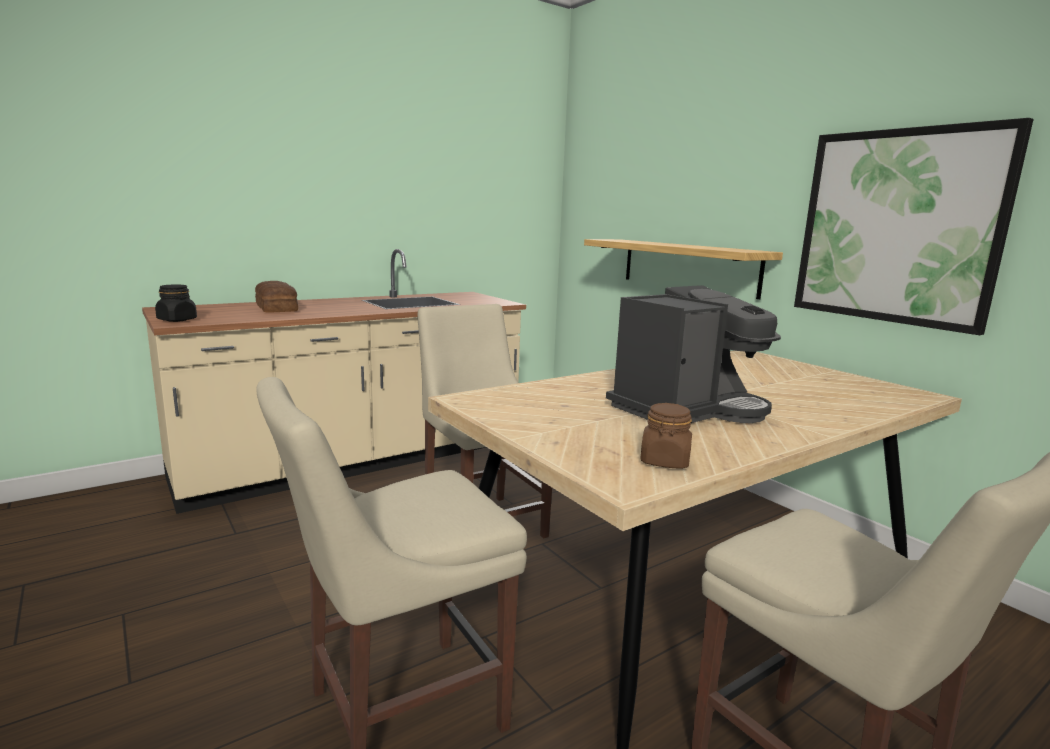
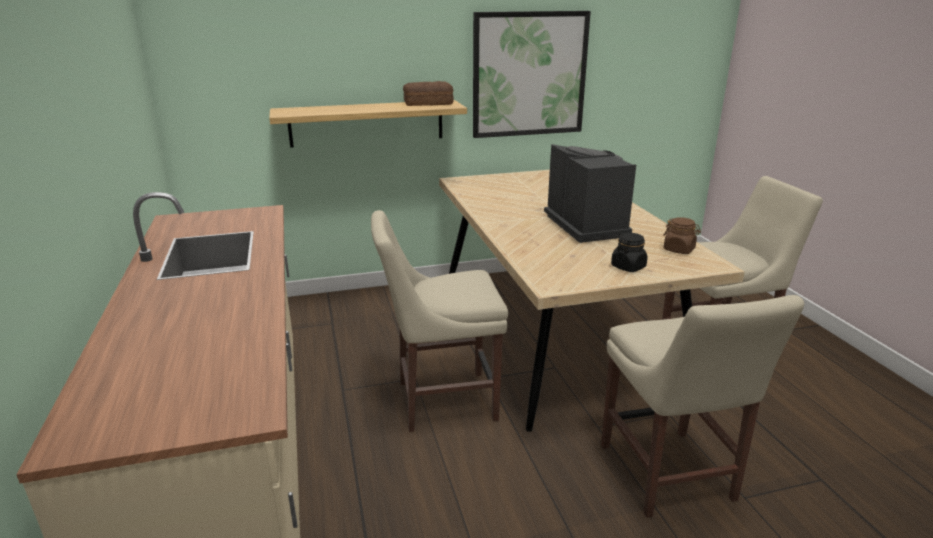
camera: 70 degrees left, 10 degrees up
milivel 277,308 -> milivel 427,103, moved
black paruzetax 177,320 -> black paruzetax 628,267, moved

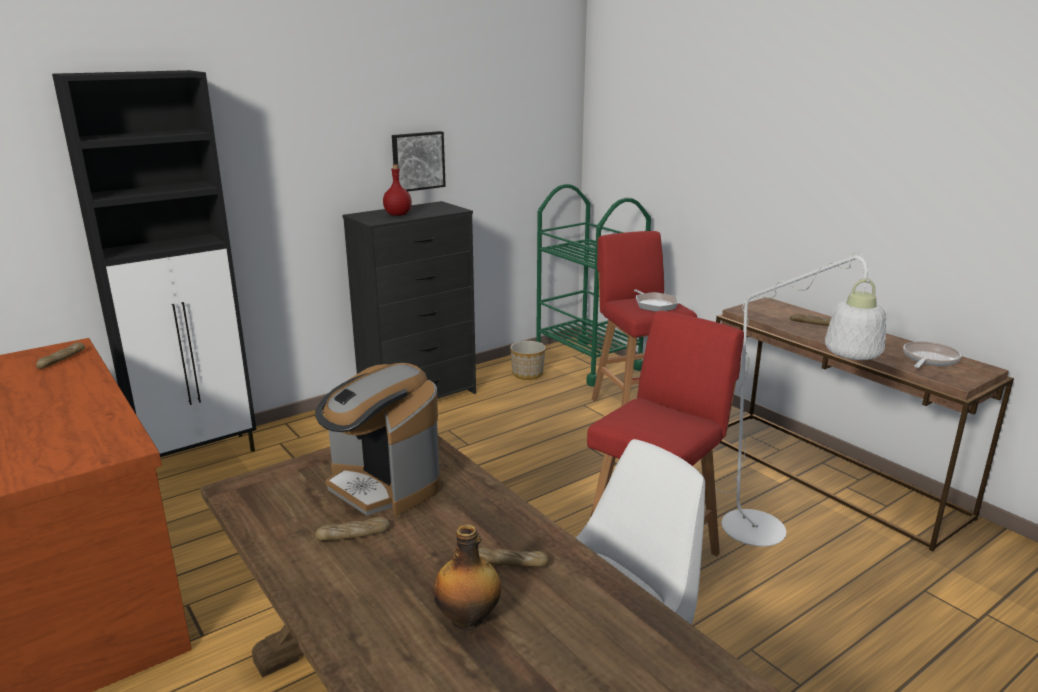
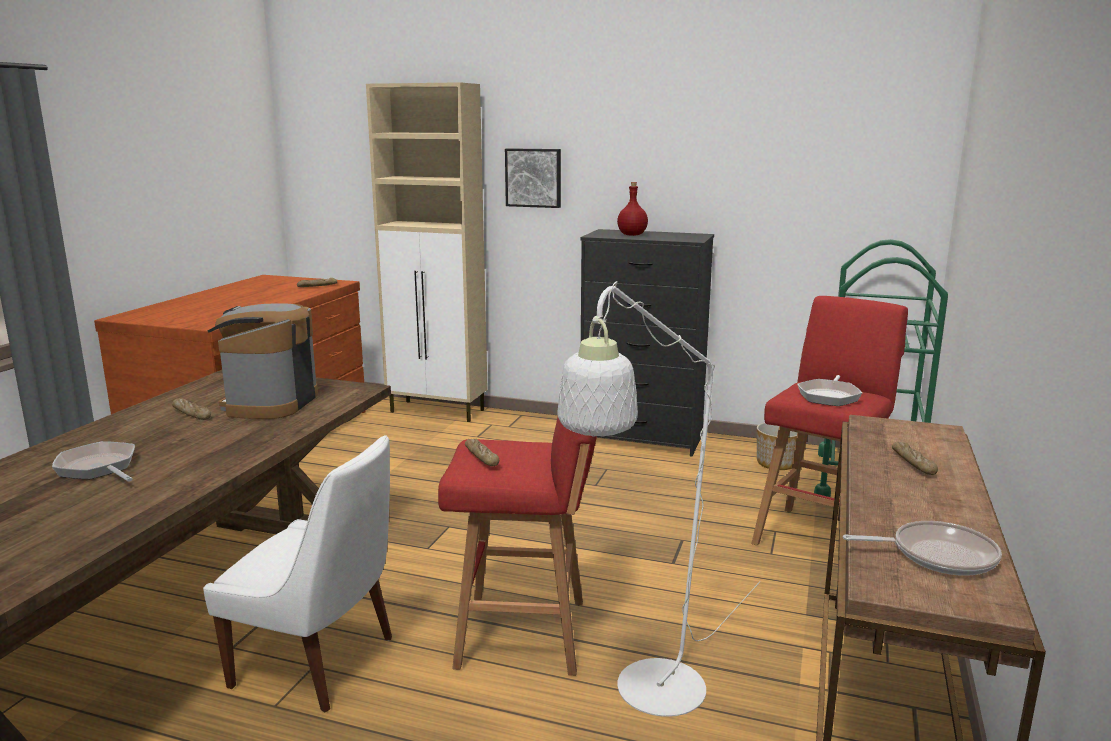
camera: 55 degrees right, 5 degrees down
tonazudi 468,619 -> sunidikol 99,468
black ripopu 199,457 -> beige ripopu 438,411
milivel 509,564 -> milivel 481,458, moved
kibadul 417,161 -> kibadul 534,177, moved

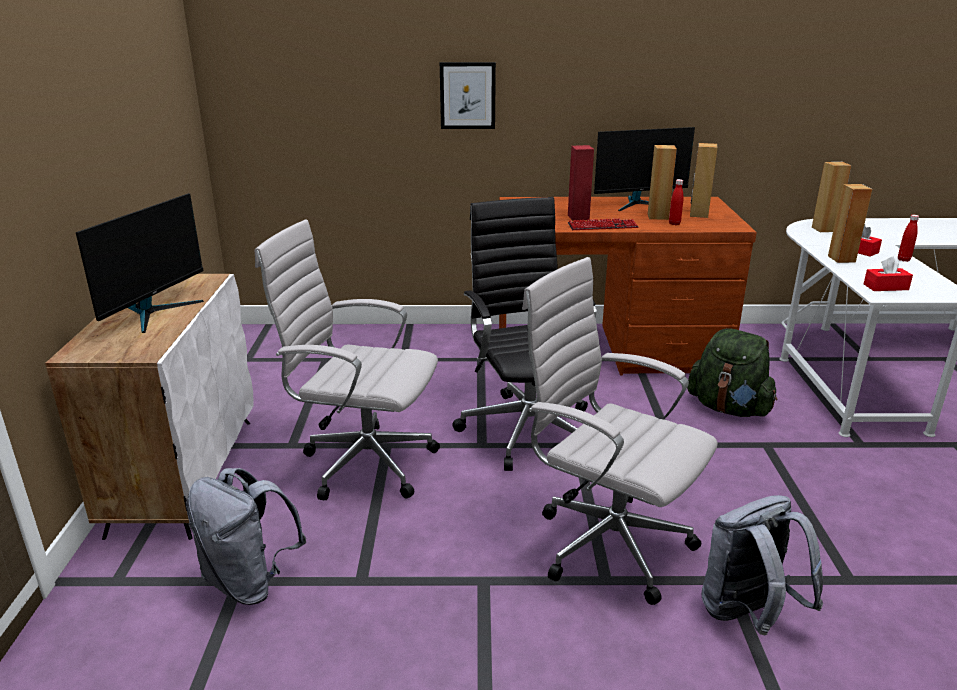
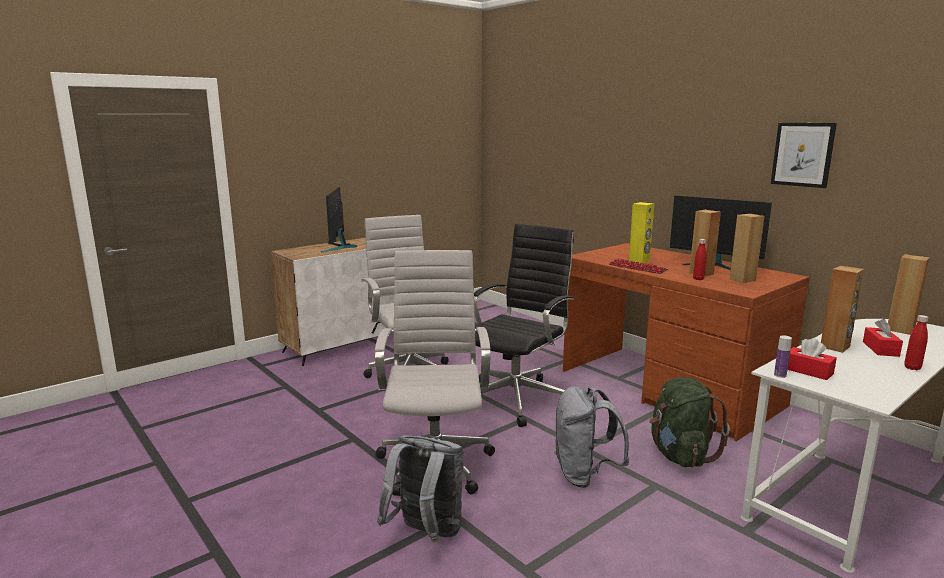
camera: 50 degrees right, 10 degrees down
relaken 155,312 -> relaken 338,247, 105 degrees clockwise
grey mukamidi 250,582 -> grey mukamidi 584,475, moved
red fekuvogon 578,217 -> yellow fekuvogon 639,261
kibadul 467,95 -> kibadul 802,154, moved
none -> tonazudi 780,375

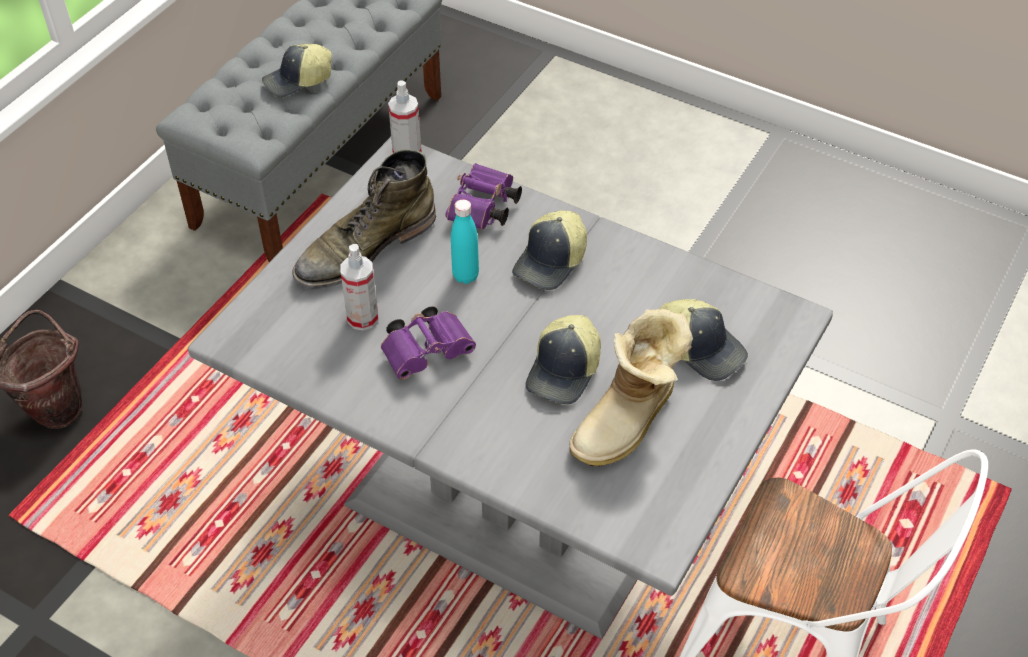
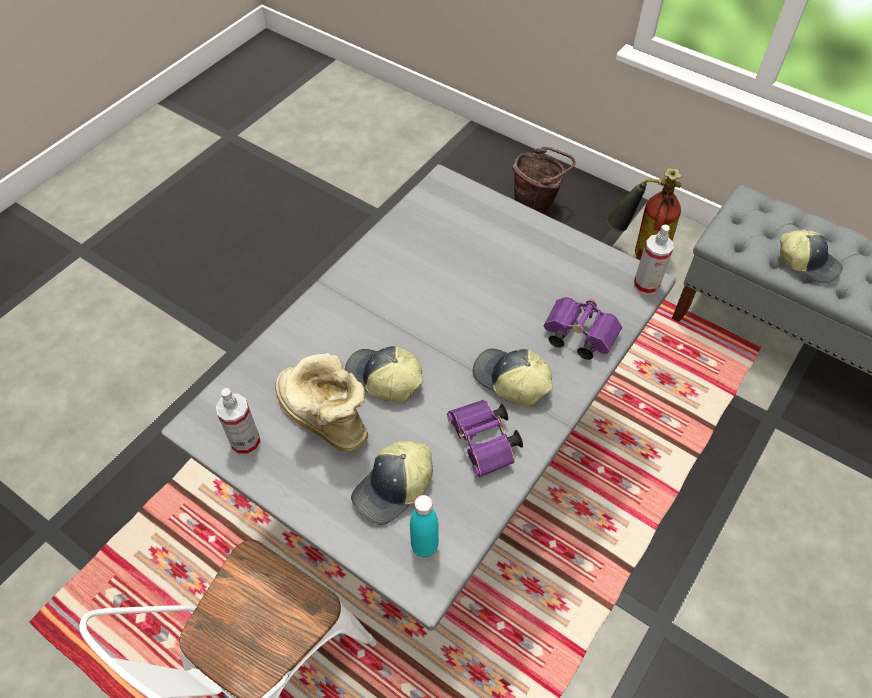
camera: 95 degrees right, 5 degrees up
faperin 363,318 -> faperin 246,442, moved
turquoise tonazudi 465,276 -> turquoise tonazudi 424,546, moved
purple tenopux 429,352 -> purple tenopux 484,444, moved
none -> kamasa 635,254
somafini 298,81 -> somafini 807,262, 150 degrees clockwise
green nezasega 365,248 -> none

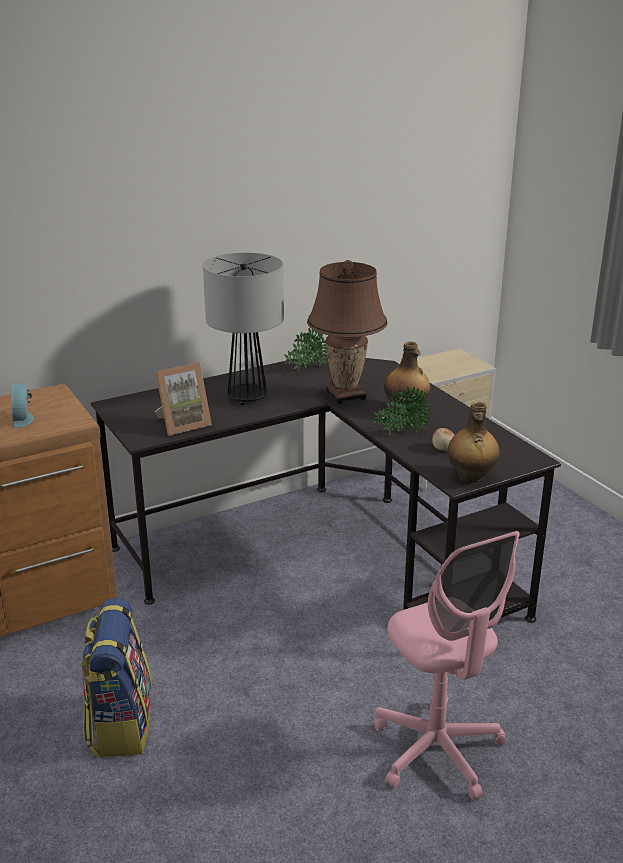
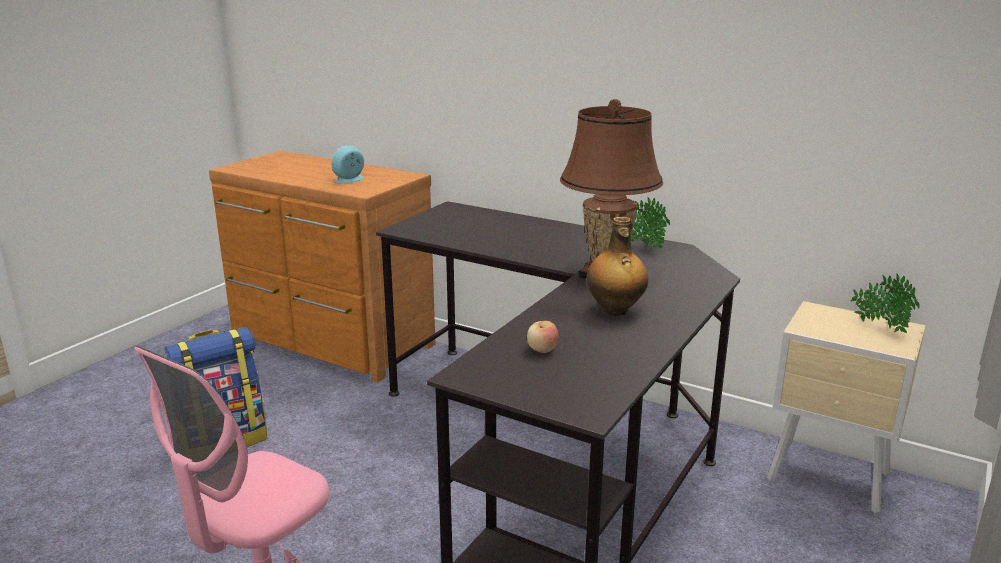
camera: 60 degrees right, 5 degrees down
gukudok 401,432 -> gukudok 880,326, moved
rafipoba 182,424 -> none
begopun 247,398 -> none
tonazudi 470,478 -> none

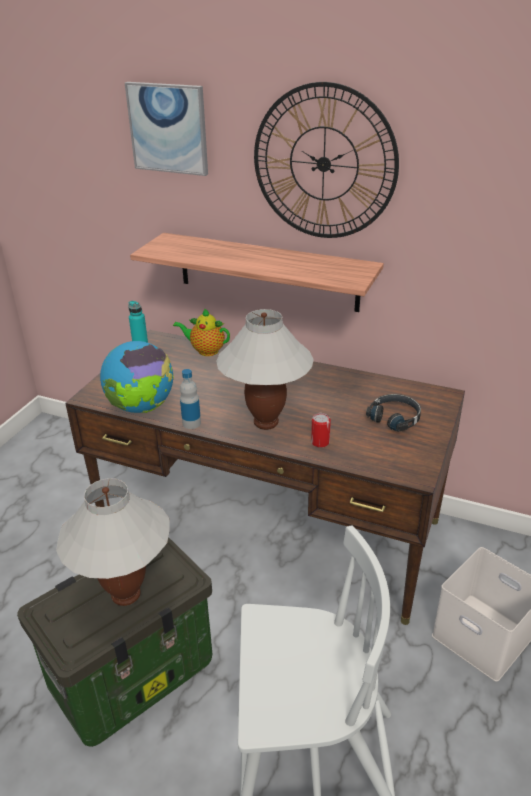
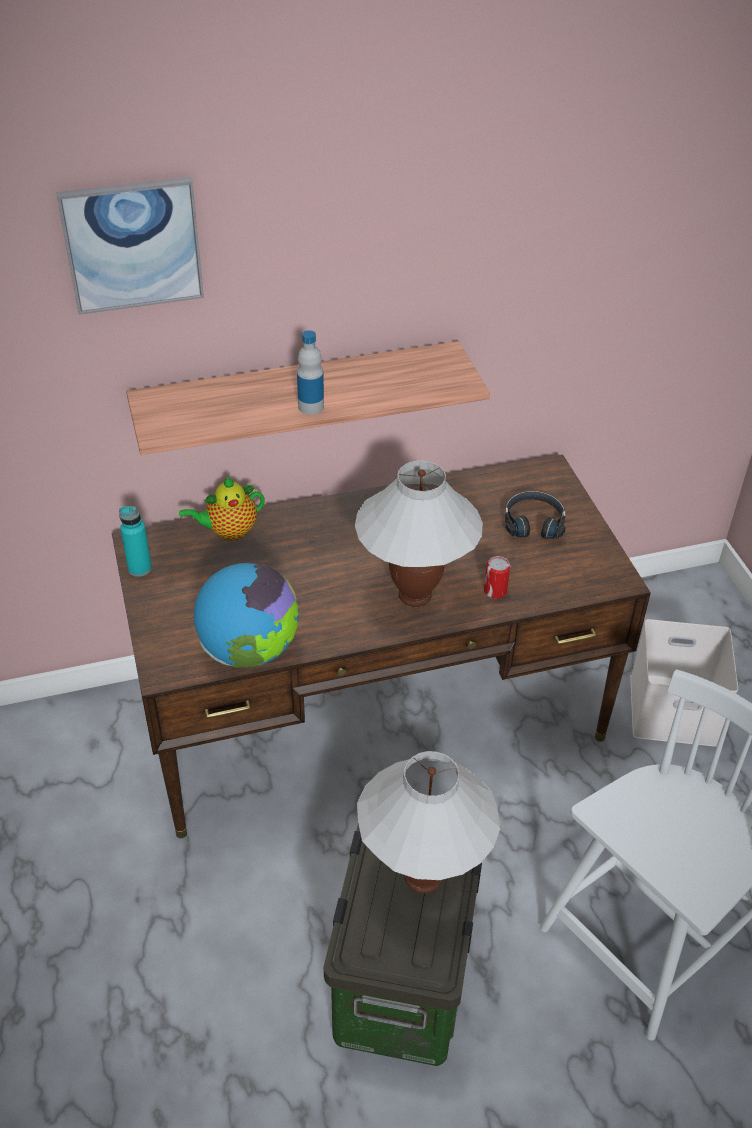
camera: 40 degrees left, 10 degrees up
tonazudi 191,423 -> tonazudi 311,406, moved
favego 324,164 -> none

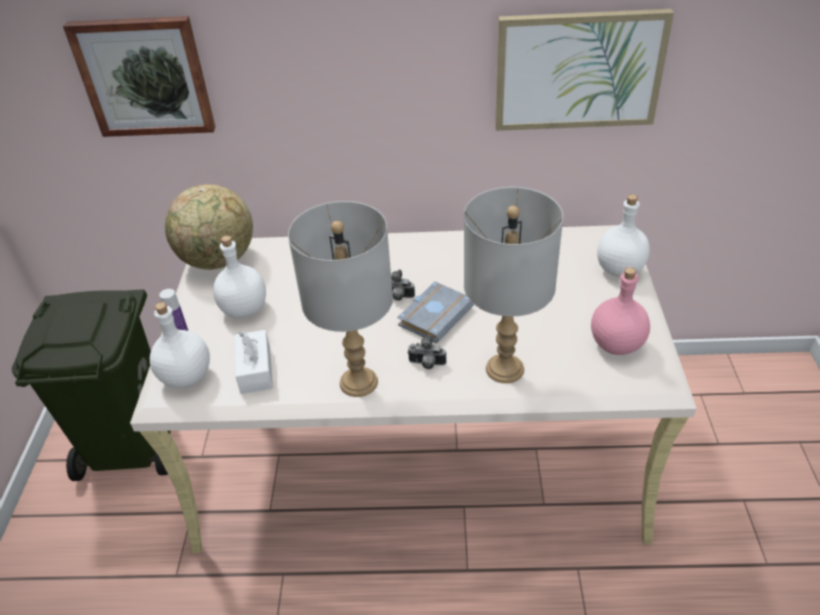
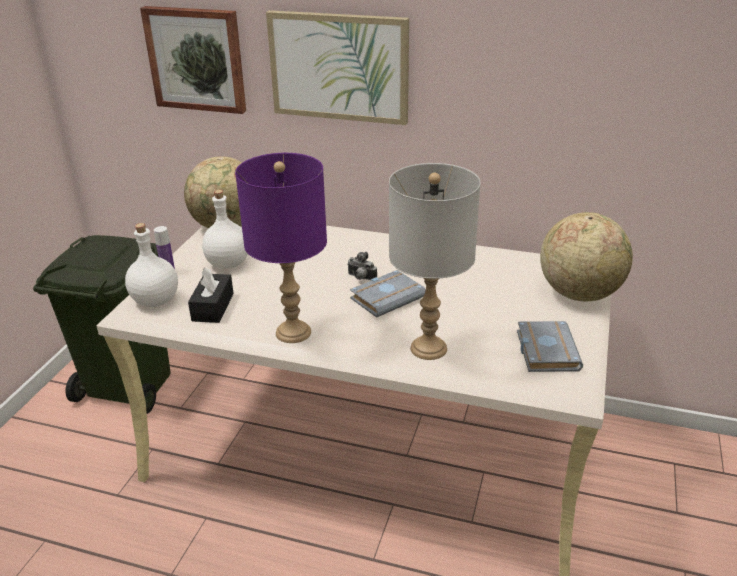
camera: 15 degrees right, 10 degrees down
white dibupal 255,370 -> black dibupal 213,307
grey begopun 359,381 -> purple begopun 294,332
kibadul 578,70 -> kibadul 339,67, moved
pink tonazudi 615,344 -> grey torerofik 544,350
white tonazudi 619,269 -> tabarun 579,293
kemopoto 426,364 -> none

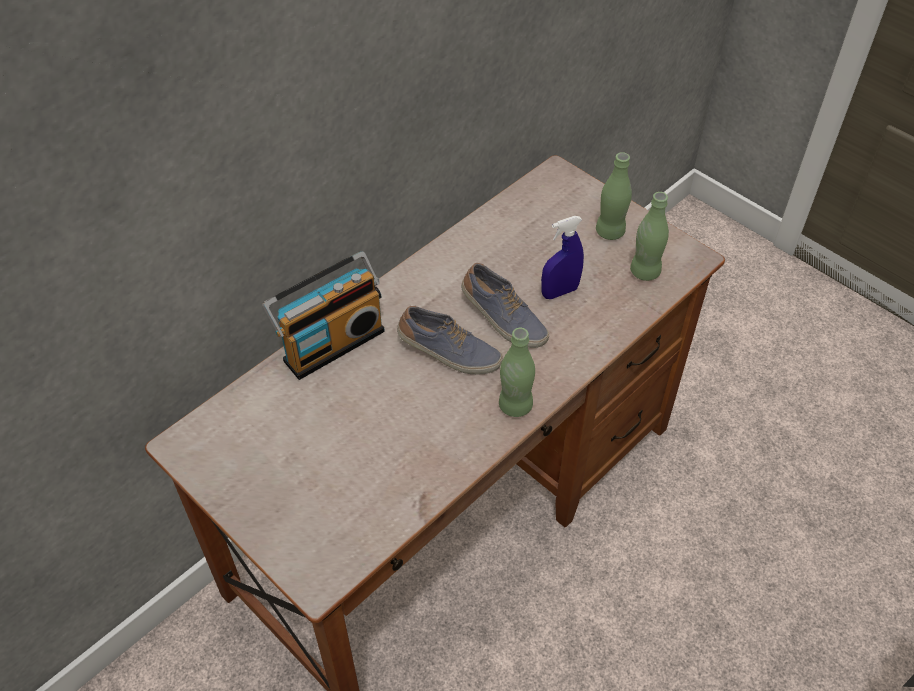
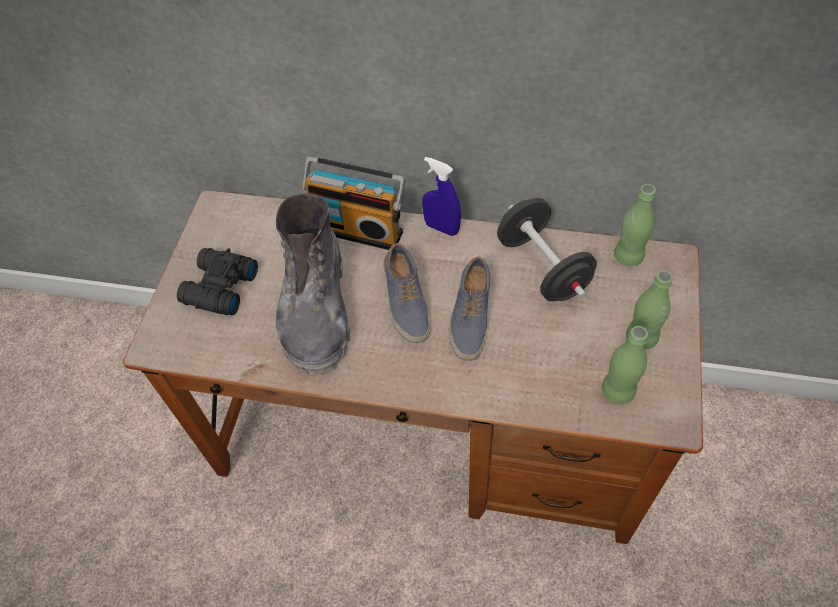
camera: 60 degrees right, 5 degrees up
none -> black tenopux 218,288
none -> grey nezasega 316,310
blue faperin 559,292 -> blue faperin 442,228, moved
none -> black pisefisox 542,267
green tonazudi 515,405 -> green tonazudi 628,256, moved

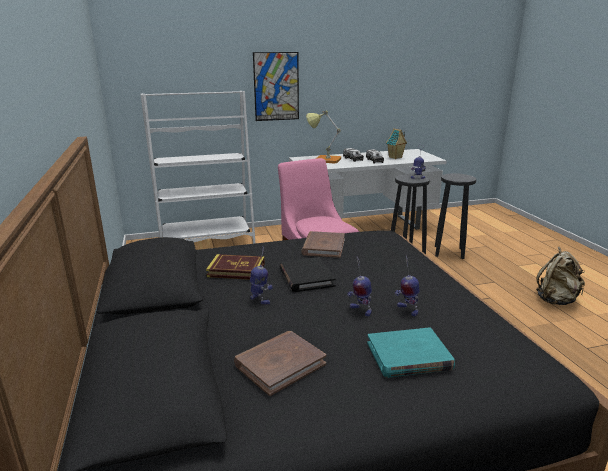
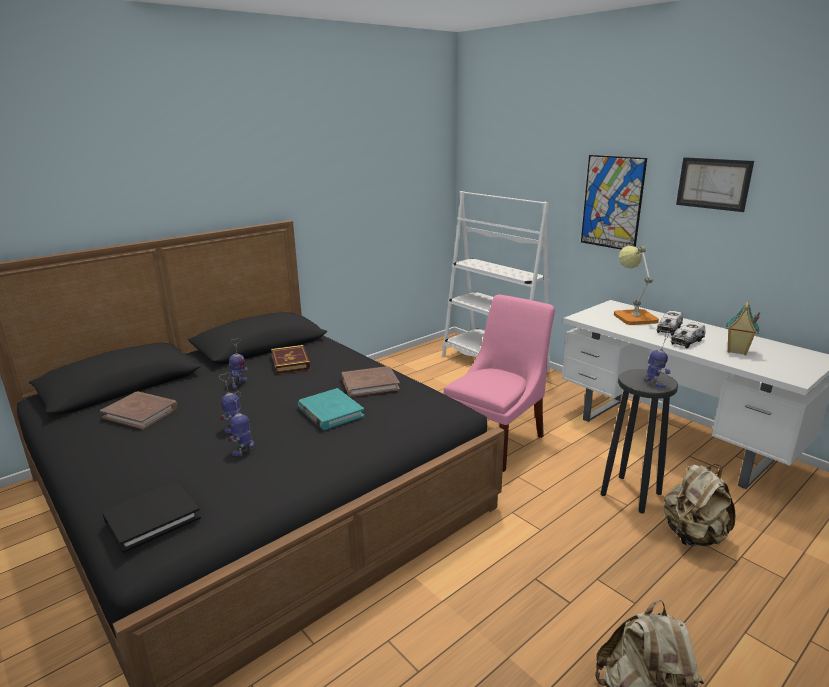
camera: 65 degrees right, 0 degrees up
black torerofik 306,277 -> black torerofik 152,519, moved
turquoise torerofik 409,356 -> turquoise torerofik 330,412, moved
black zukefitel 449,252 -> beige mukamidi 693,536
none -> kibadul 713,183

